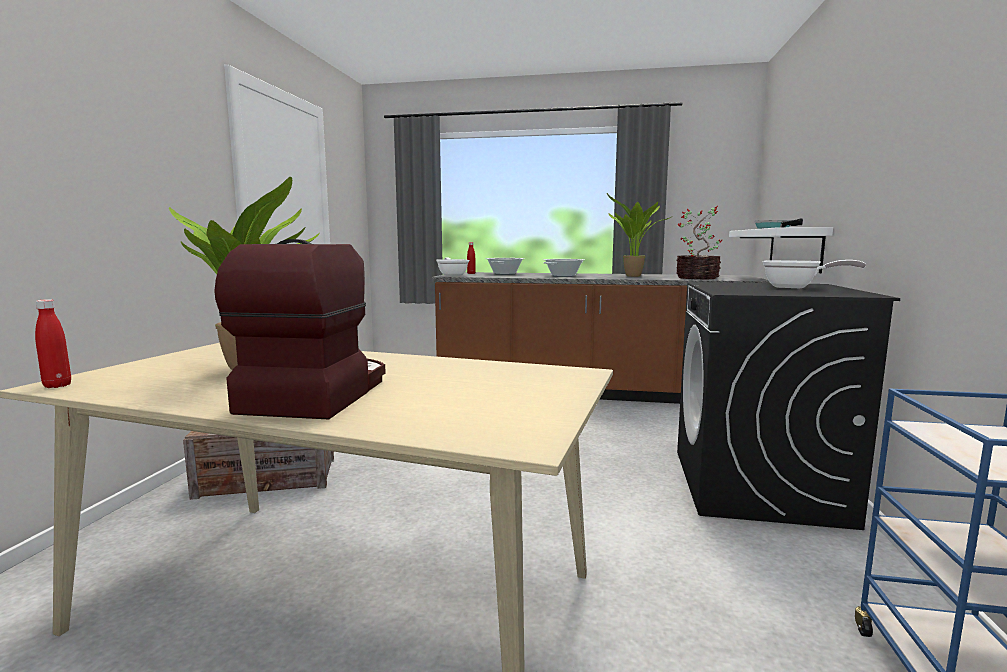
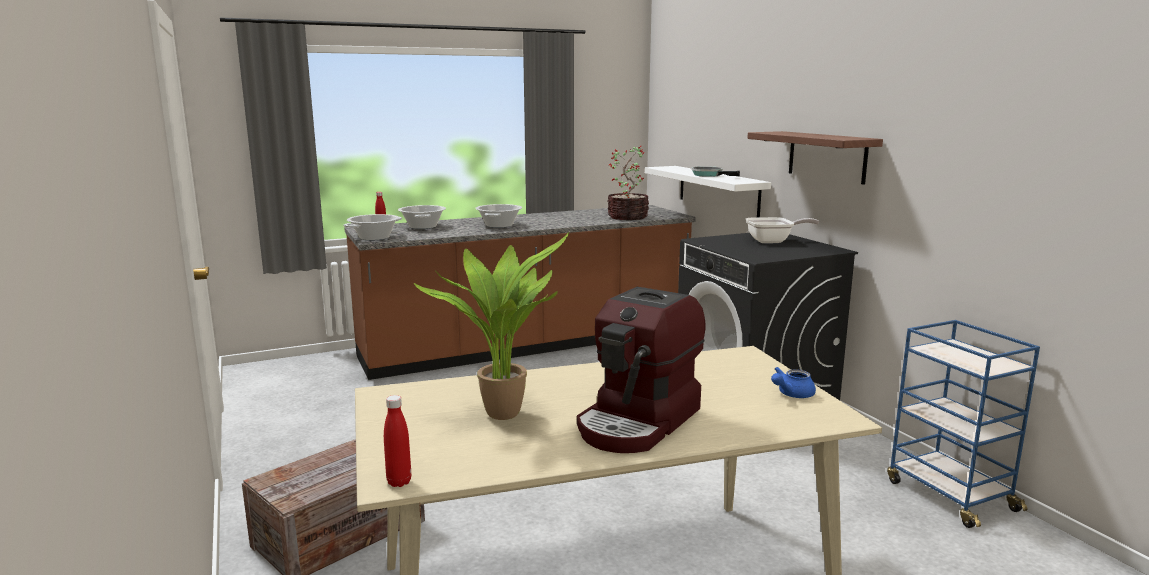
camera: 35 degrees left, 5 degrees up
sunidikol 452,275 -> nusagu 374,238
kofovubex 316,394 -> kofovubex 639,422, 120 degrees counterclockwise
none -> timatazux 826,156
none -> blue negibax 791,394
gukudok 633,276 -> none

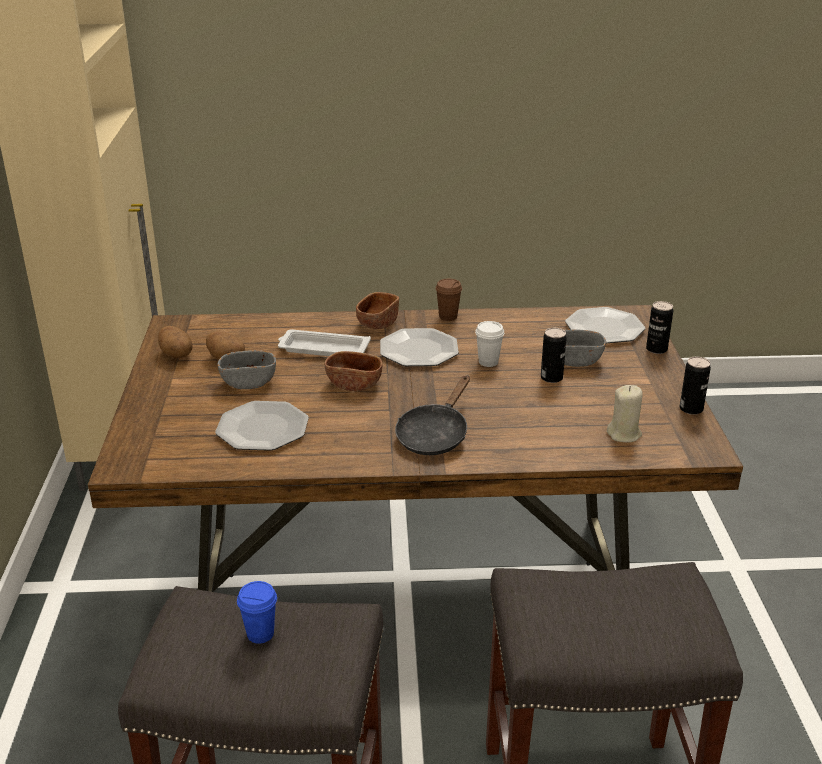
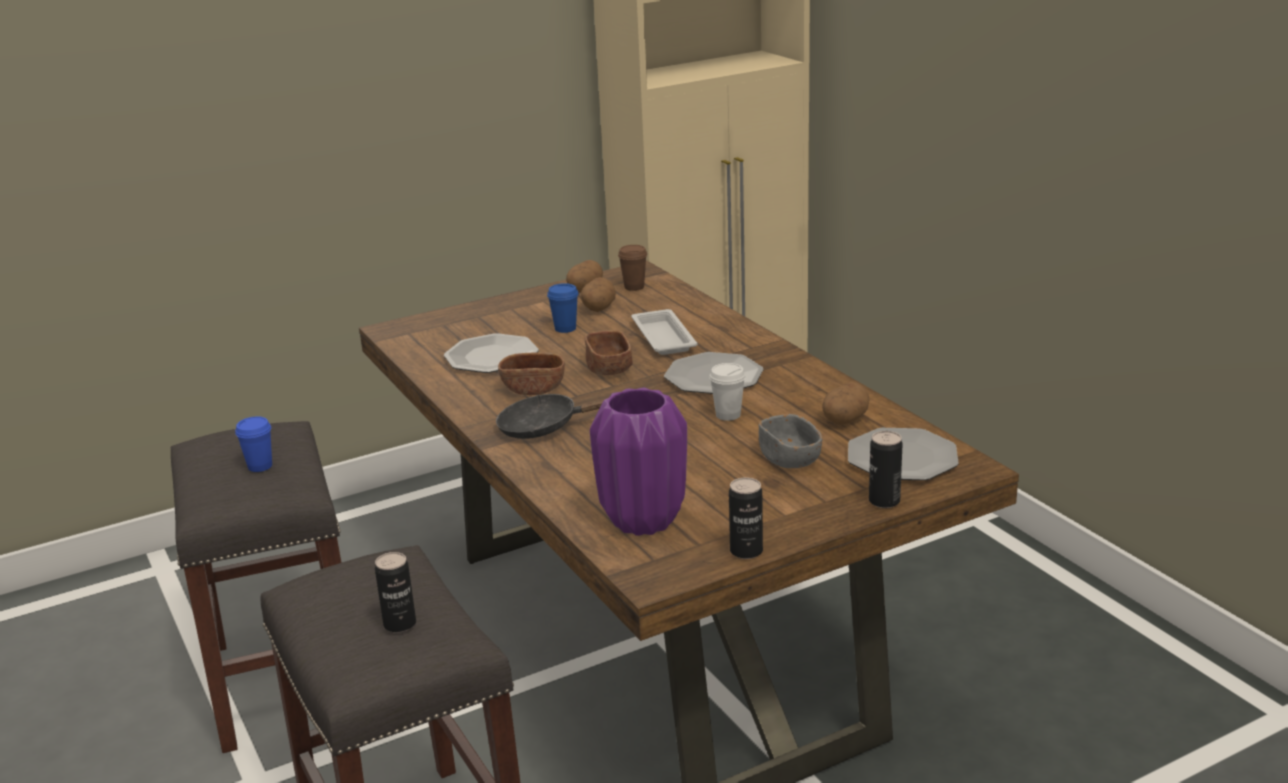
camera: 65 degrees right, 5 degrees down
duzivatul 551,378 -> duzivatul 400,624, moved
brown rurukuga 377,323 -> brown rurukuga 533,389, moved
grey rurukuga 248,382 -> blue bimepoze 565,328
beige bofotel 624,434 -> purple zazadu 642,521
brown bimepoze 448,317 -> brown bimepoze 634,287, moved
none -> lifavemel 844,420

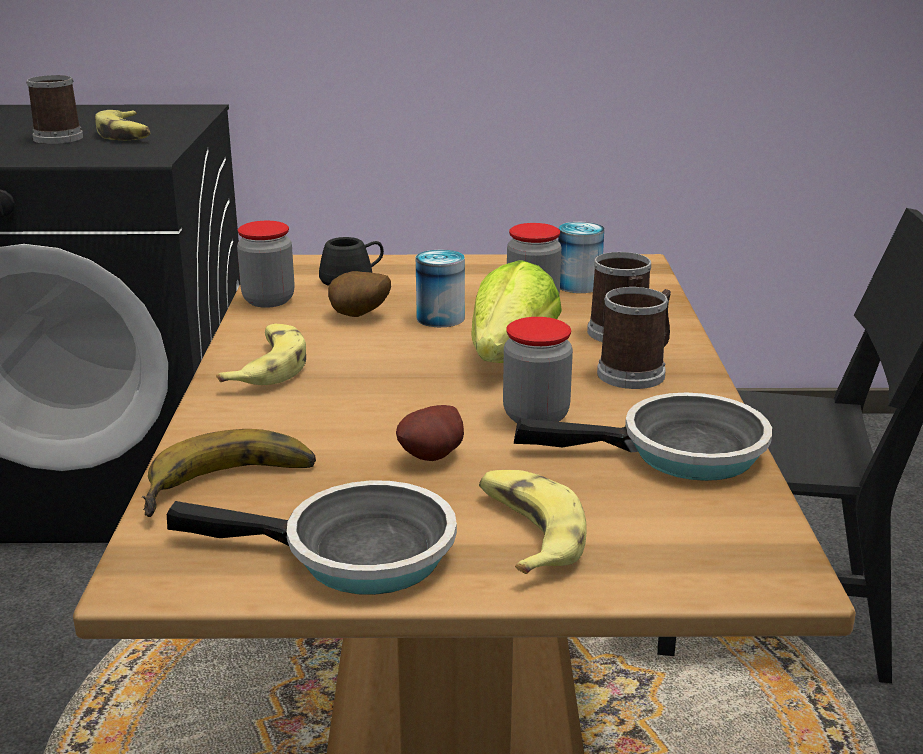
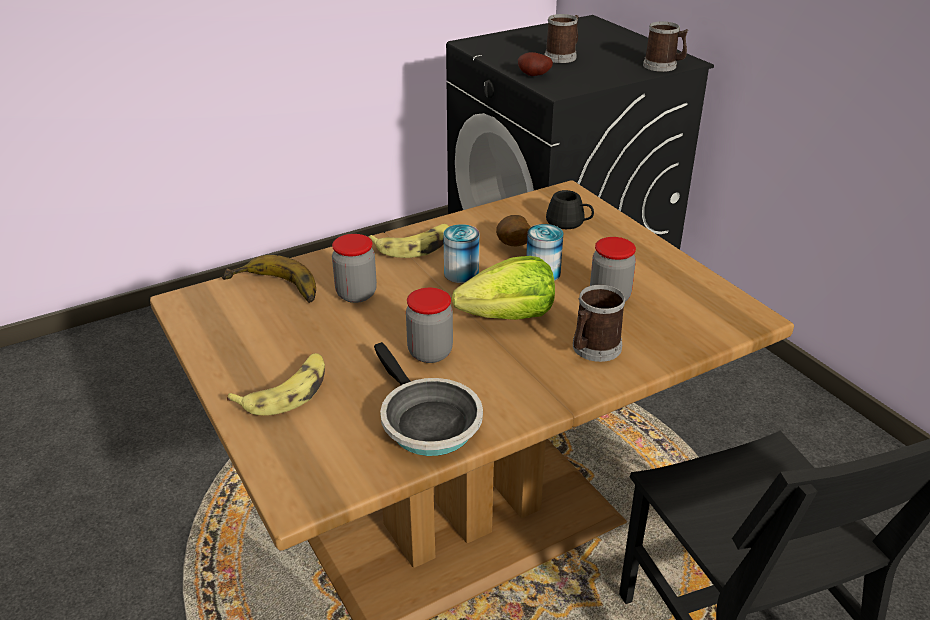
camera: 60 degrees right, 10 degrees up
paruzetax 268,300 -> paruzetax 356,294, moved
duzivatul 578,285 -> duzivatul 461,273, moved
lifavemel 435,457 -> lifavemel 533,76, moved
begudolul 636,372 -> begudolul 663,66, moved
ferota 126,135 -> none
sunidikol 355,555 -> none

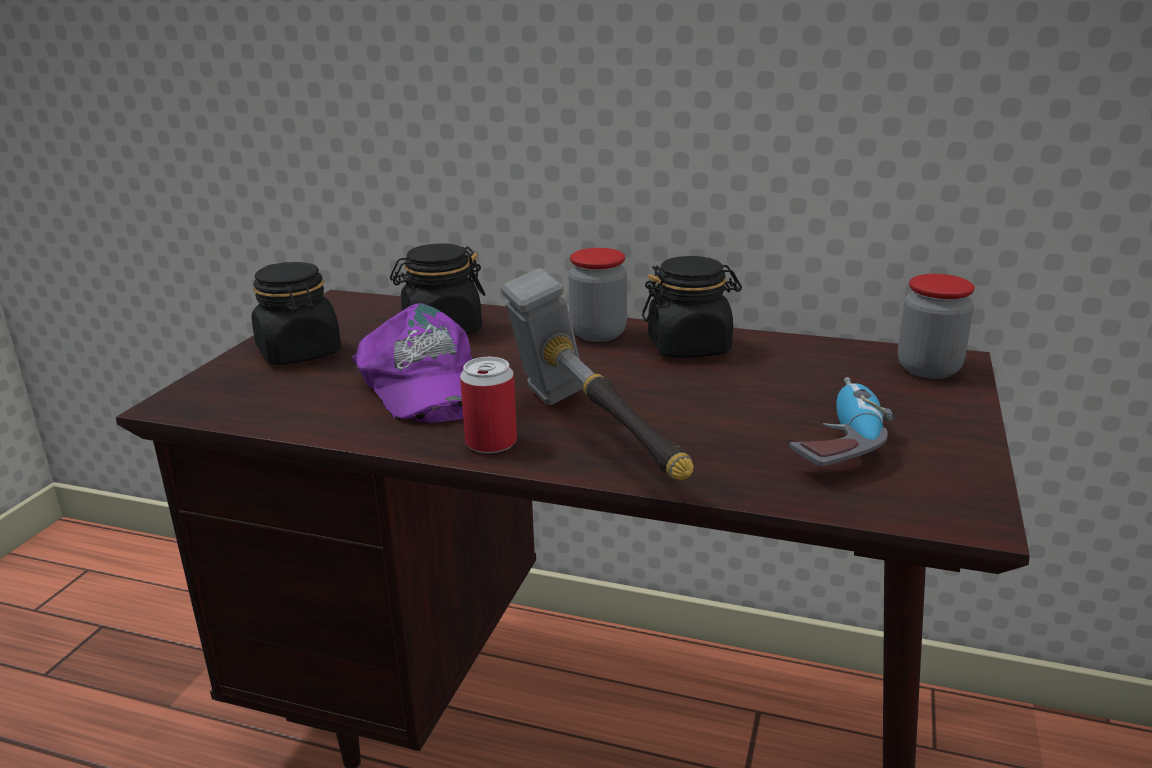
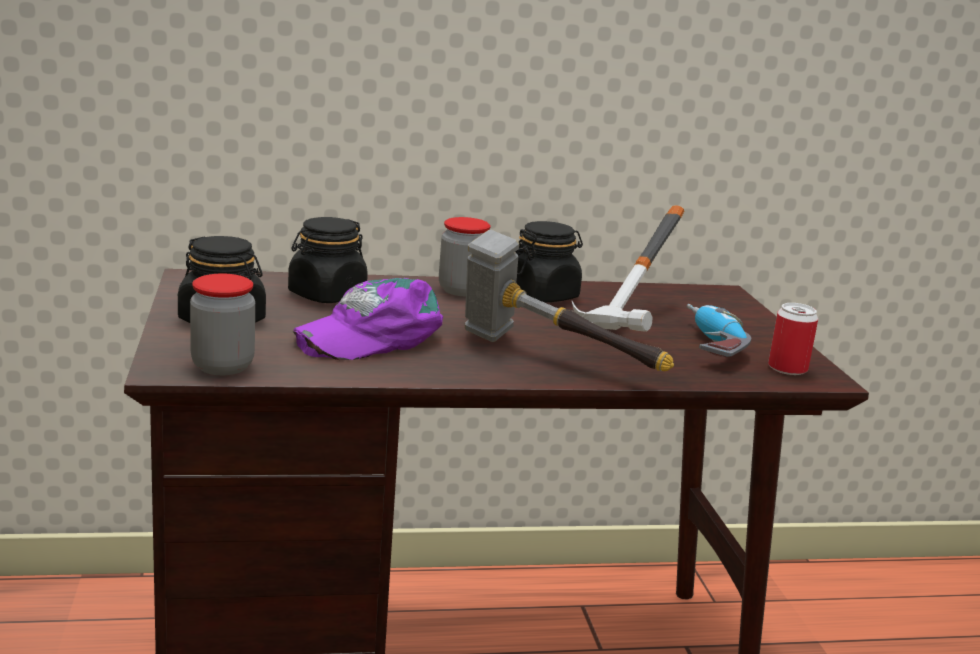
camera: 30 degrees left, 5 degrees down
paruzetax 928,369 -> paruzetax 222,366, moved
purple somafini 421,384 -> purple somafini 370,336, 105 degrees clockwise
none -> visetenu 642,322
duzivatul 491,443 -> duzivatul 787,368, moved

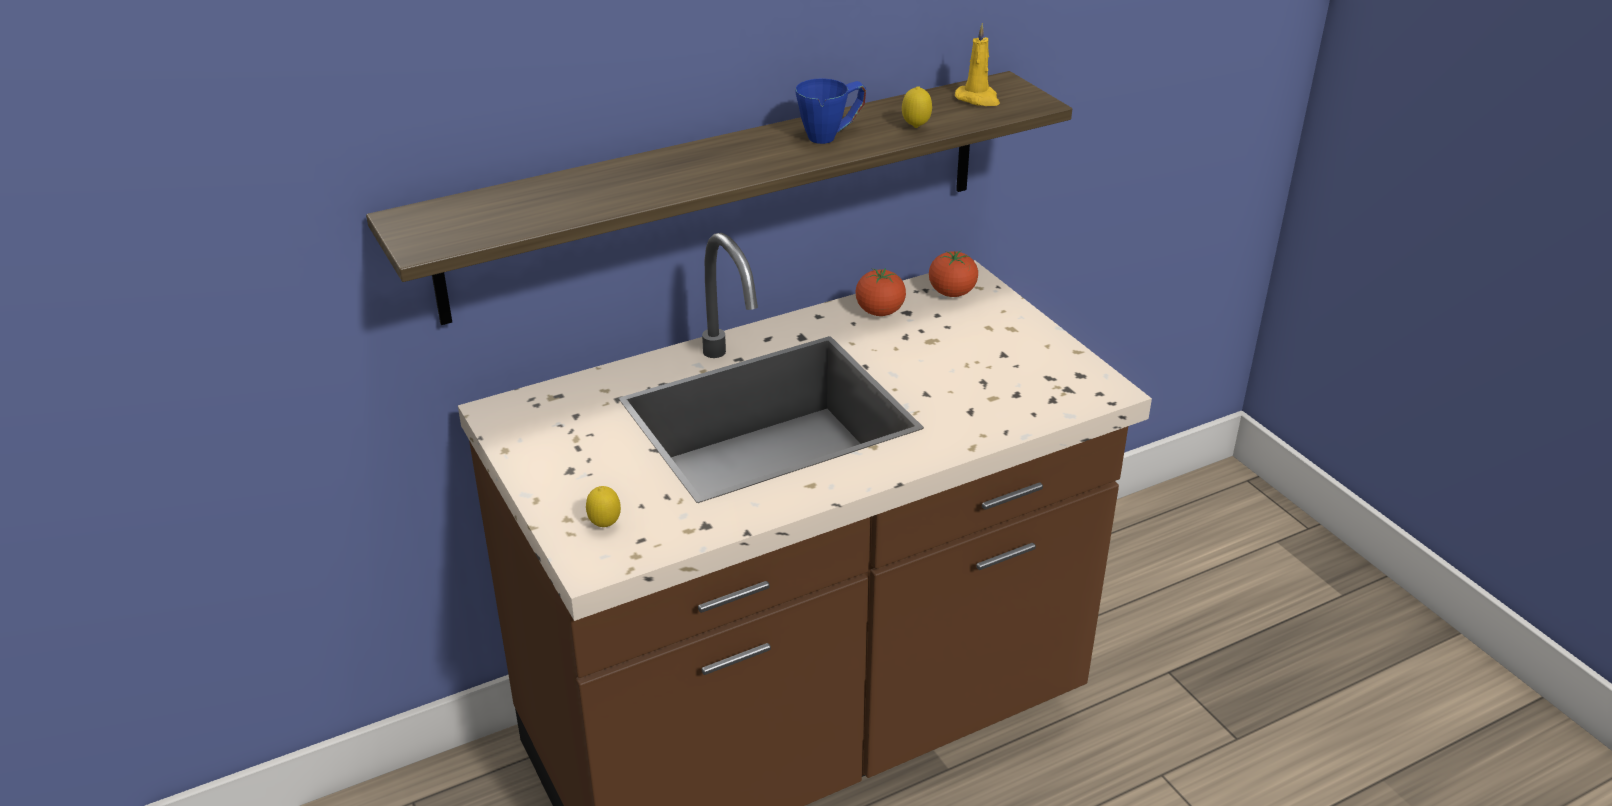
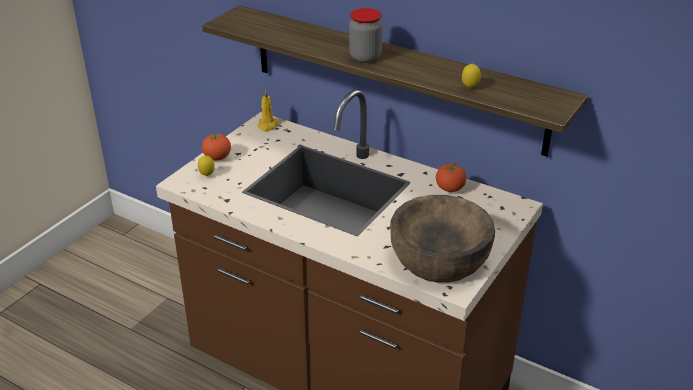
camera: 60 degrees right, 0 degrees up
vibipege 952,293 -> vibipege 217,158, moved
yellow bofotel 978,99 -> yellow bofotel 267,125, moved
none -> paruzetax 365,57
none -> brown rurukuga 440,258
blue begudolul 832,135 -> none

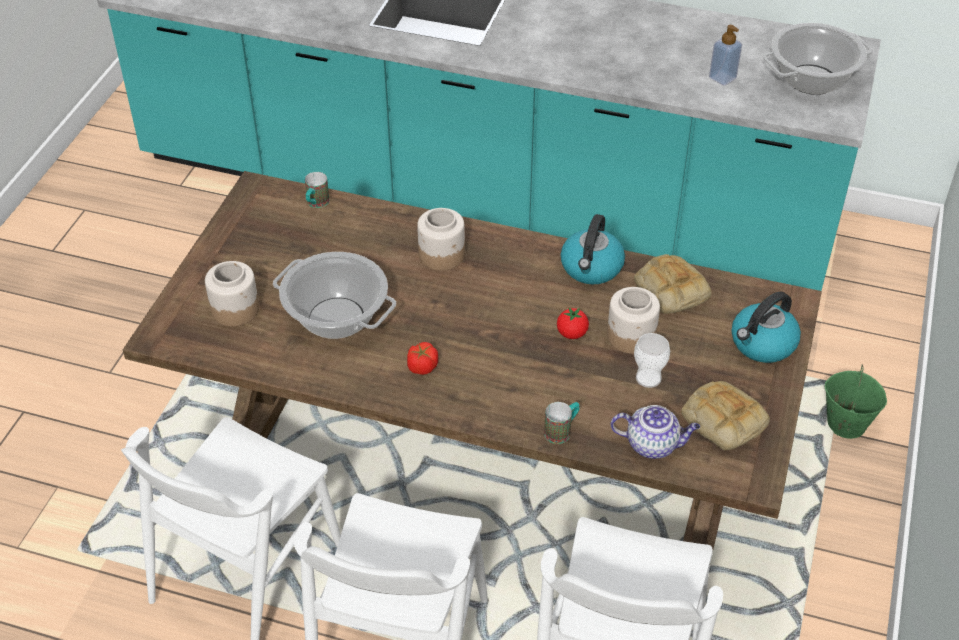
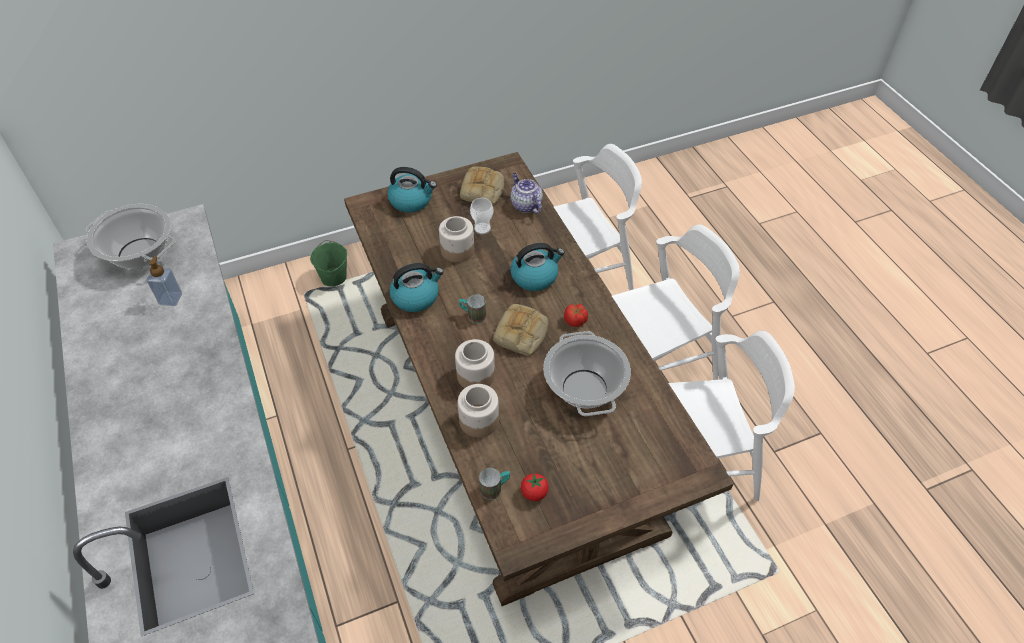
camera: 130 degrees left, 5 degrees up
paruzetax 235,309 -> paruzetax 478,421, moved
begudolul 562,431 -> begudolul 472,315, moved
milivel 669,289 -> milivel 521,334, moved
none -> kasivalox 535,276
vibipege 572,333 -> vibipege 534,493, moved

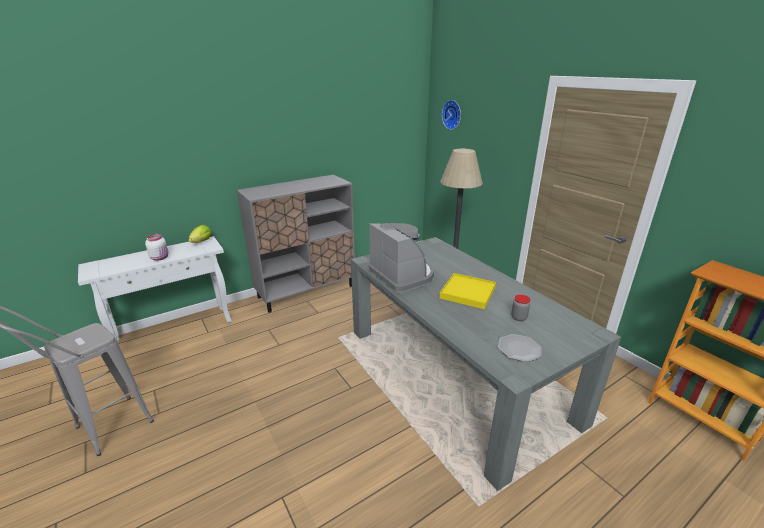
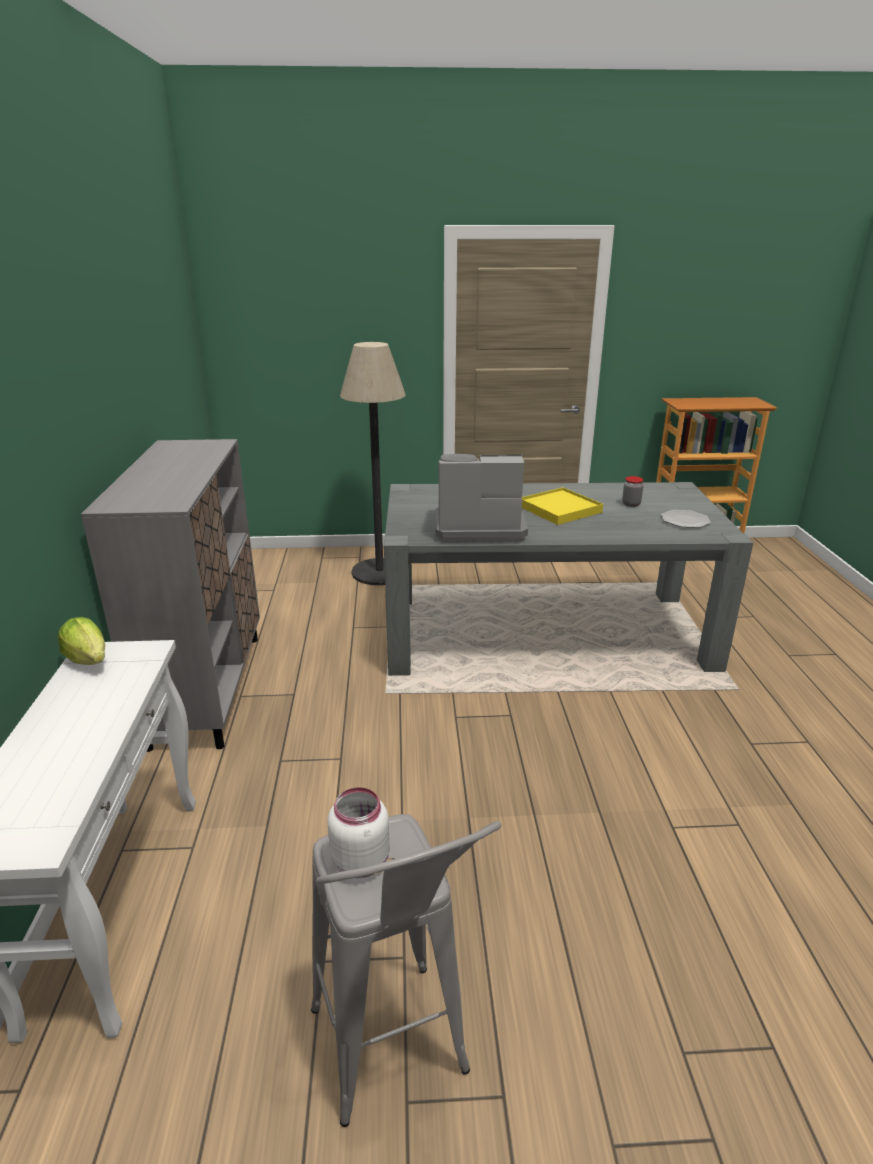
camera: 60 degrees left, 0 degrees up
white paruzetax 160,258 -> white paruzetax 361,860, moved
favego 452,114 -> none

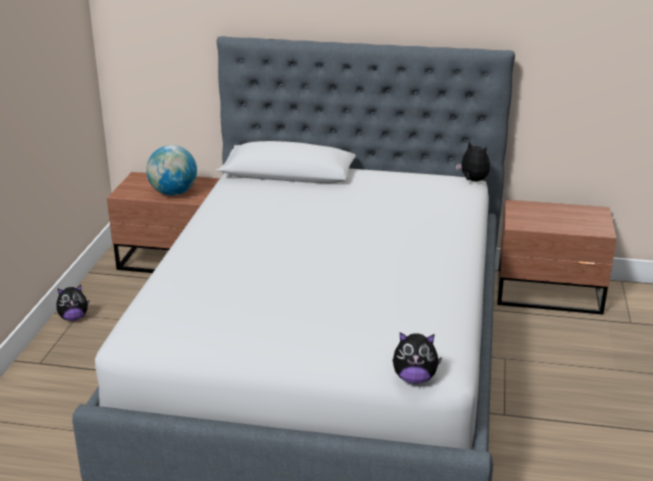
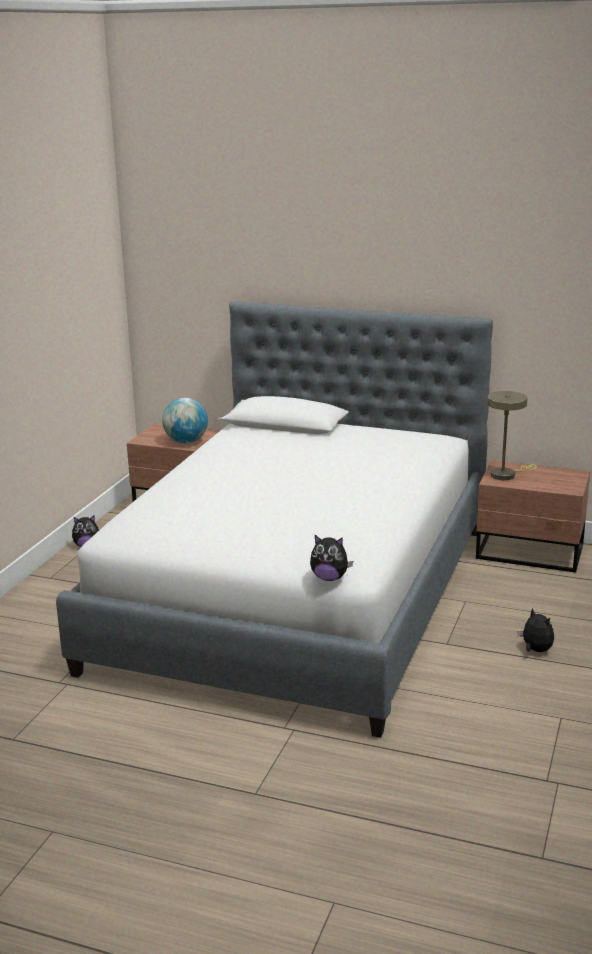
camera: 10 degrees right, 5 degrees down
none -> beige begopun 506,474
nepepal 473,180 -> nepepal 535,650, moved

